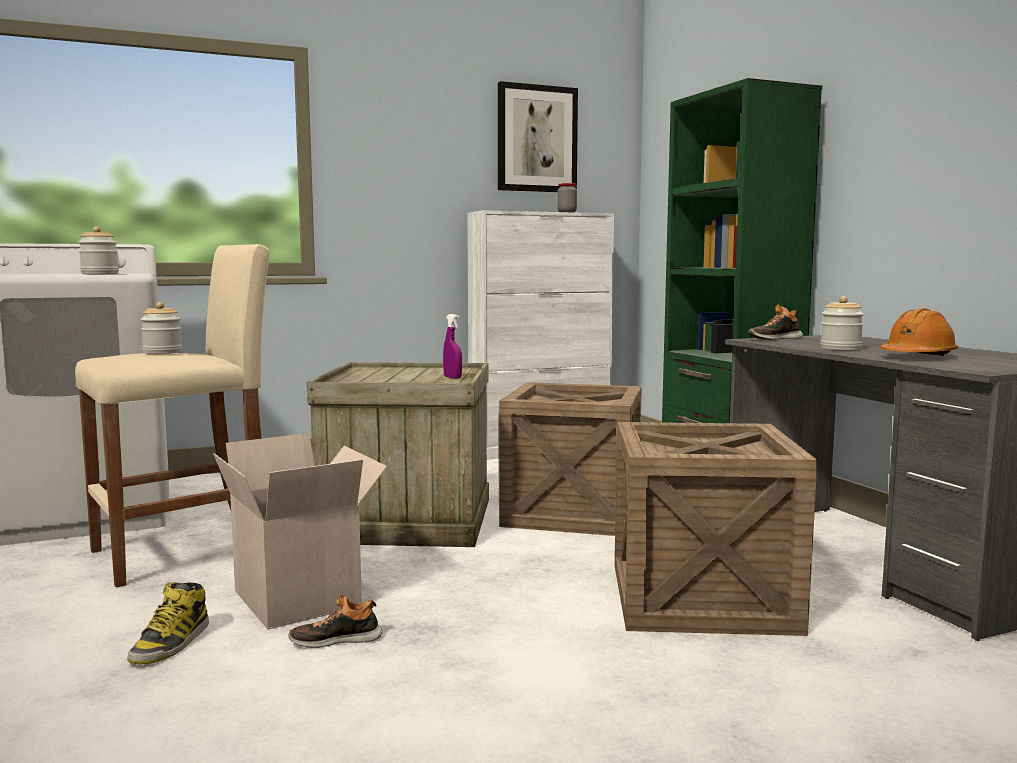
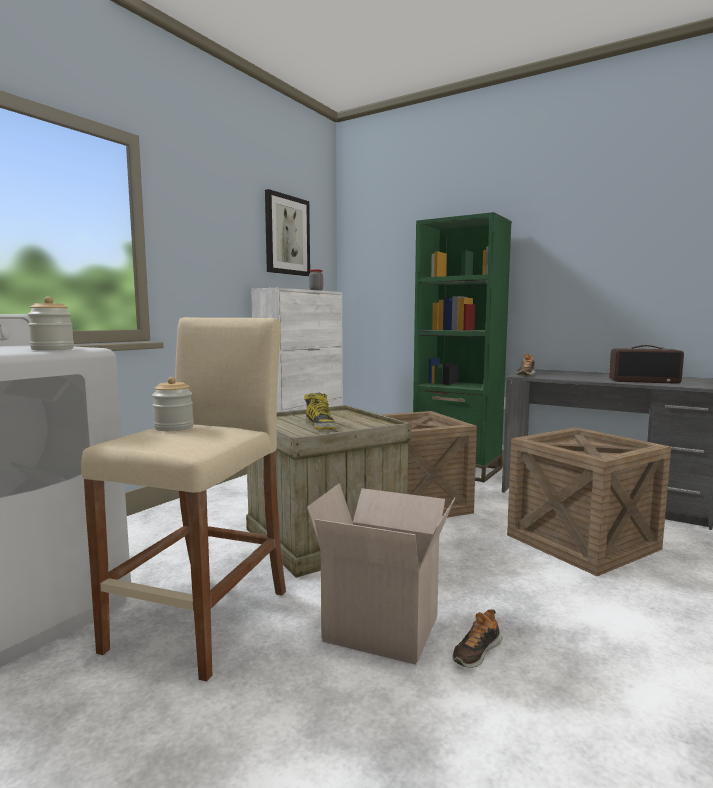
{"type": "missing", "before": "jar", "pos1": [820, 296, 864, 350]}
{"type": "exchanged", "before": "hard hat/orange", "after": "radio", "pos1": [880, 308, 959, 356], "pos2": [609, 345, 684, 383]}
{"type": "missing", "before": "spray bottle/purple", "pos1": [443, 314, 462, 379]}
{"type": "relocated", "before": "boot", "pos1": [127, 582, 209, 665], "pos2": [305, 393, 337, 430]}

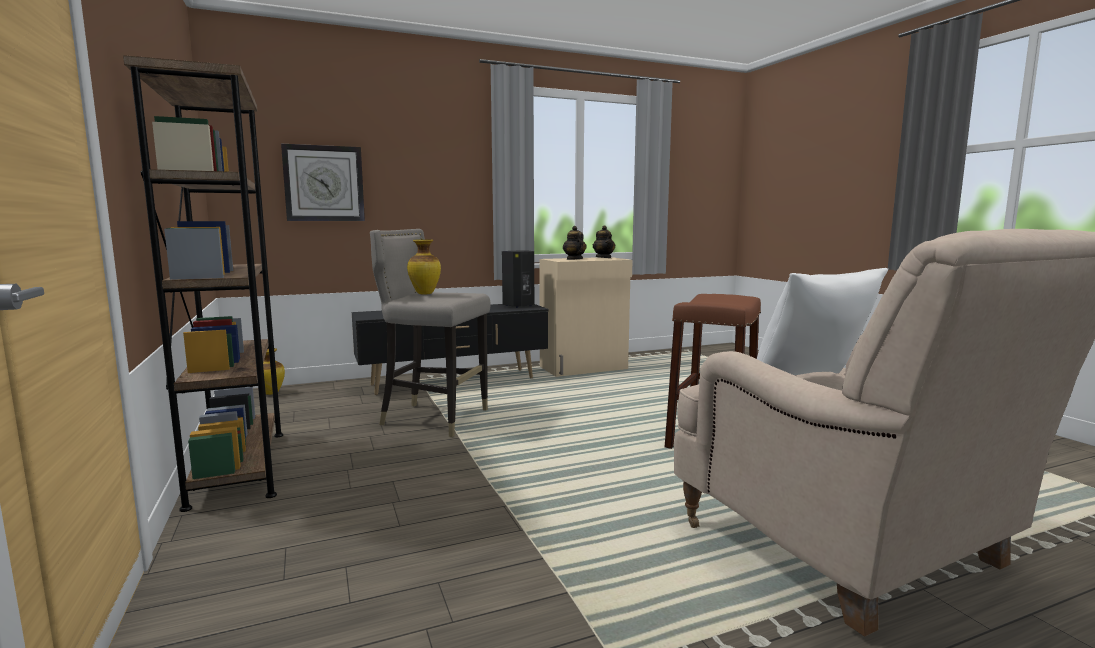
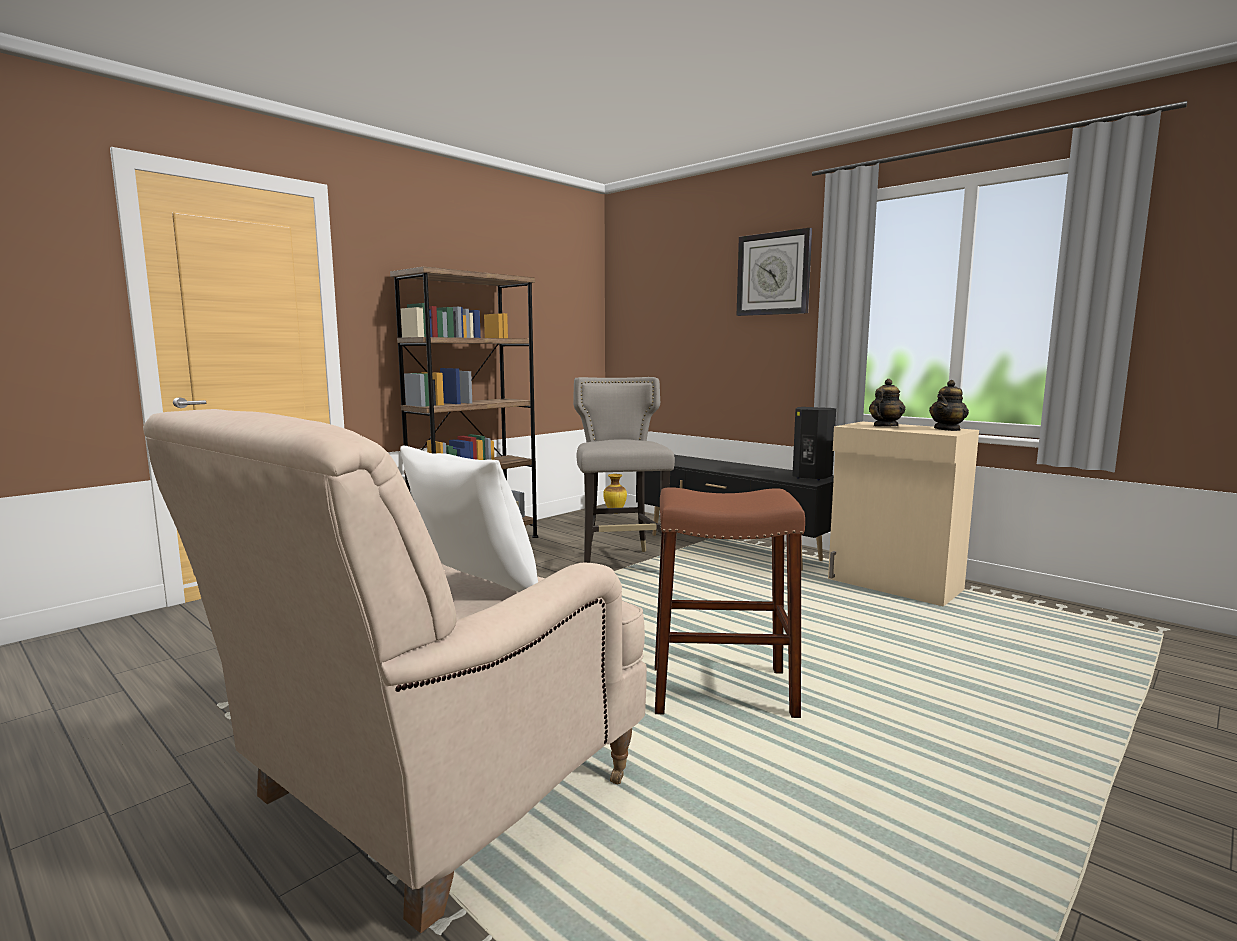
{"type": "relocated", "before": "wall clock", "pos1": [281, 144, 365, 221], "pos2": [736, 228, 812, 316]}
{"type": "missing", "before": "vase", "pos1": [407, 239, 441, 294]}

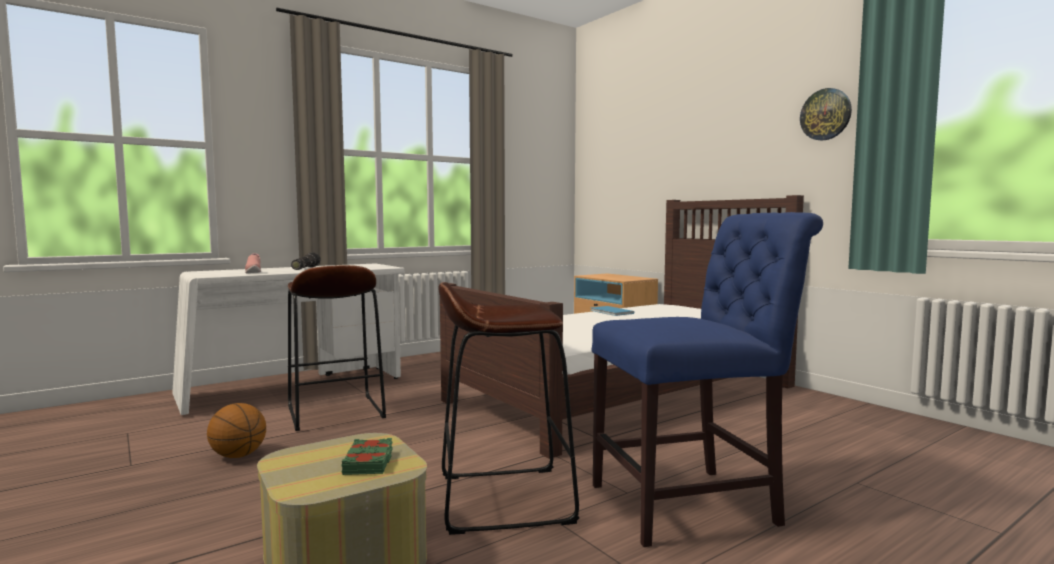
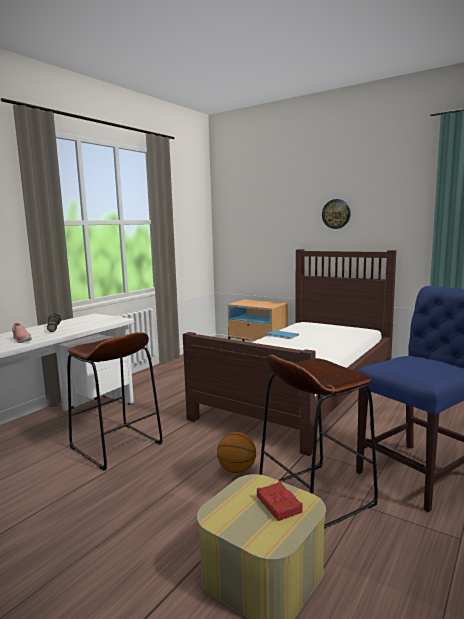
{"type": "relocated", "before": "wall clock", "pos1": [800, 88, 852, 141], "pos2": [322, 199, 351, 229]}
{"type": "relocated", "before": "basketball", "pos1": [207, 403, 266, 458], "pos2": [217, 432, 256, 473]}
{"type": "colour", "before": "book/green", "after": "book/red", "pos1": [341, 438, 393, 475], "pos2": [257, 481, 303, 521]}

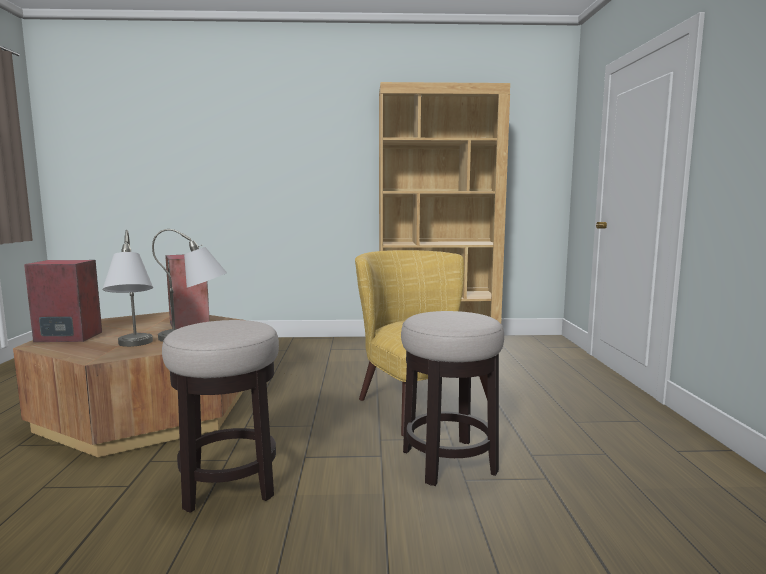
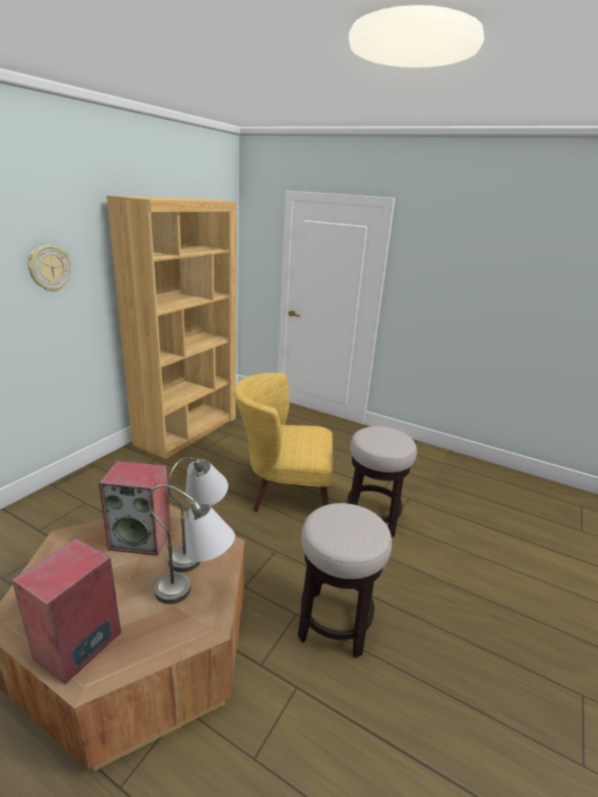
{"type": "appeared", "after": "wall clock", "pos2": [28, 245, 71, 292]}

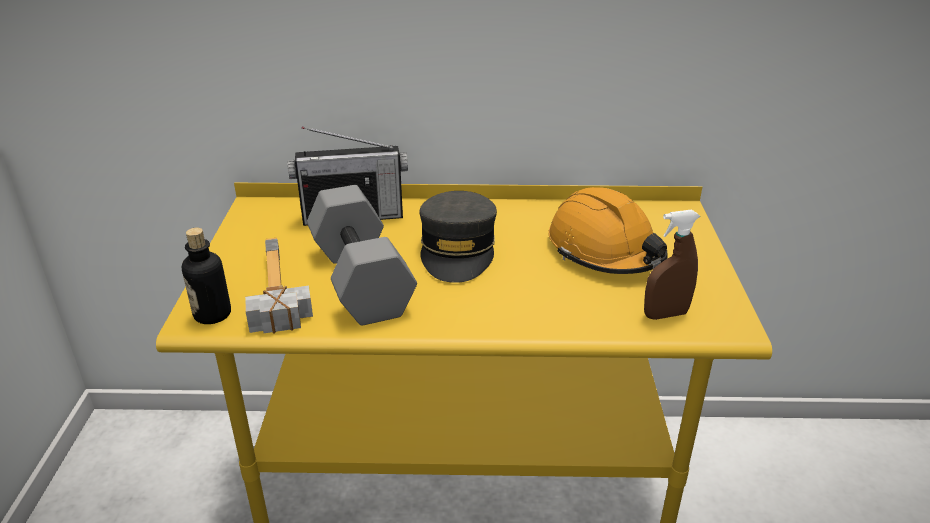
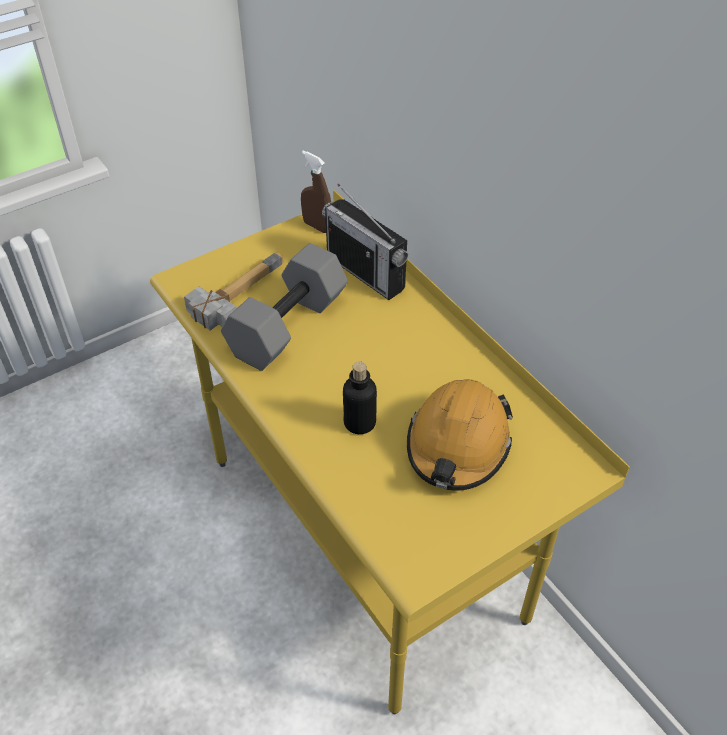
{"type": "missing", "before": "cap/grey", "pos1": [419, 191, 497, 283]}
{"type": "relocated", "before": "spray bottle/brown", "pos1": [644, 210, 700, 320], "pos2": [301, 150, 331, 233]}
{"type": "relocated", "before": "bottle", "pos1": [182, 228, 231, 324], "pos2": [343, 361, 377, 434]}

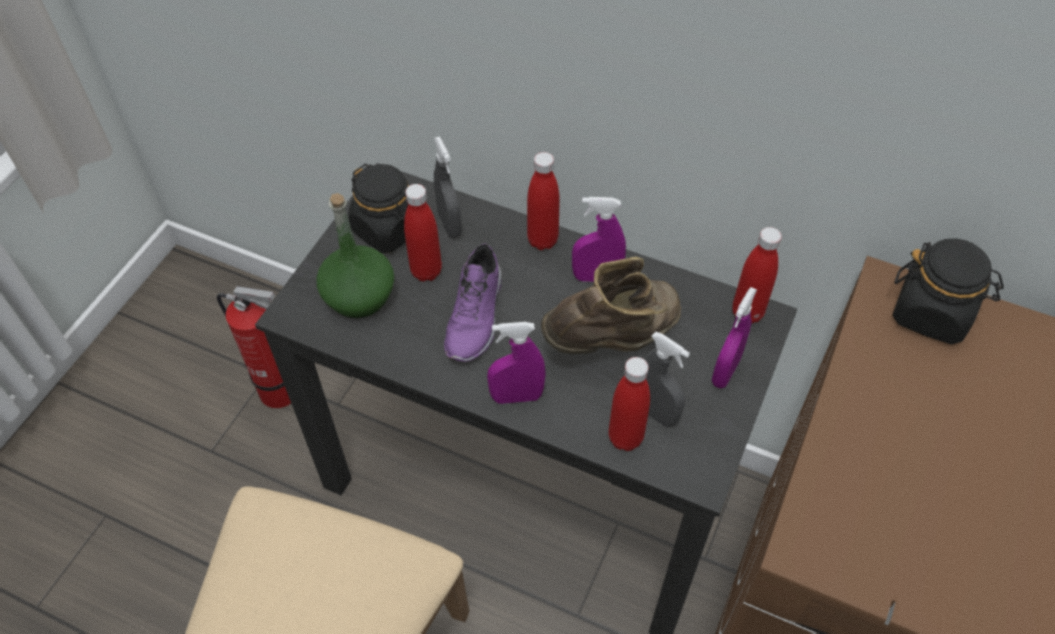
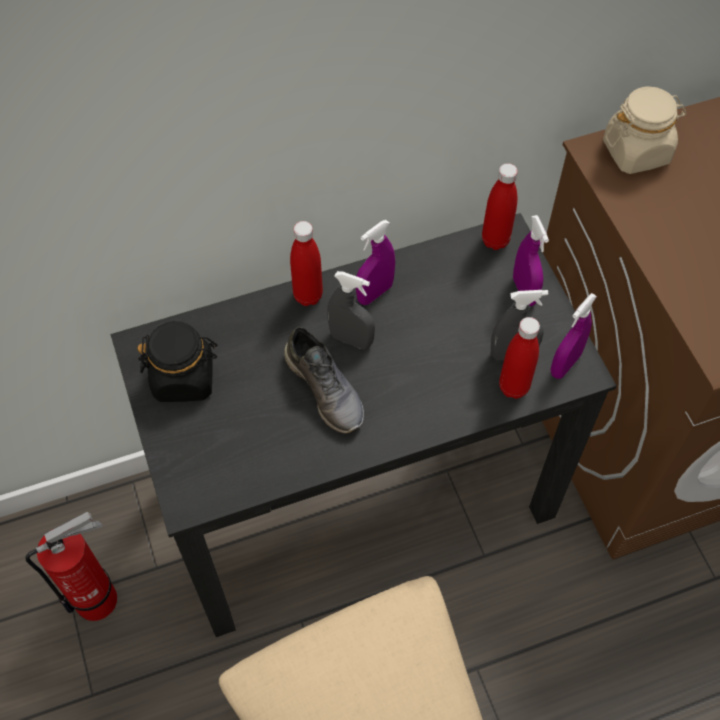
{"type": "relocated", "before": "spray bottle/grey", "pos1": [434, 136, 462, 238], "pos2": [327, 271, 375, 349]}
{"type": "missing", "before": "bottle/red", "pos1": [404, 184, 442, 282]}
{"type": "missing", "before": "bottle/green", "pos1": [316, 193, 394, 318]}
{"type": "colour", "before": "jar/black", "after": "jar/beige", "pos1": [893, 238, 1004, 344], "pos2": [603, 86, 686, 174]}
{"type": "colour", "before": "shoe/purple", "after": "shoe/grey", "pos1": [444, 243, 502, 362], "pos2": [284, 327, 364, 434]}
{"type": "missing", "before": "boot/brown", "pos1": [541, 257, 681, 354]}
{"type": "relocated", "before": "spray bottle/purple", "pos1": [487, 322, 546, 404], "pos2": [550, 293, 597, 379]}

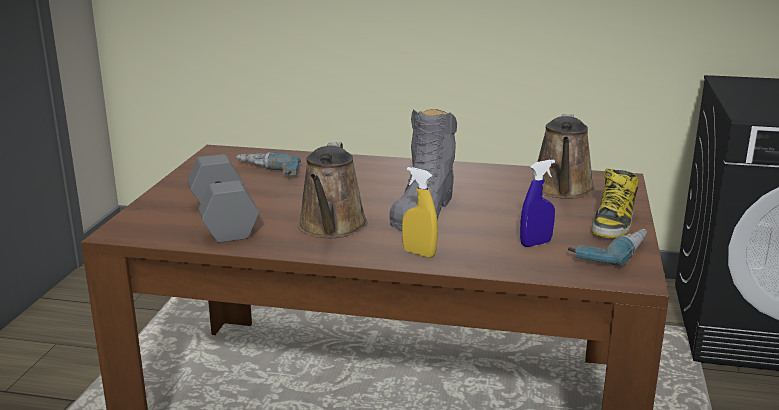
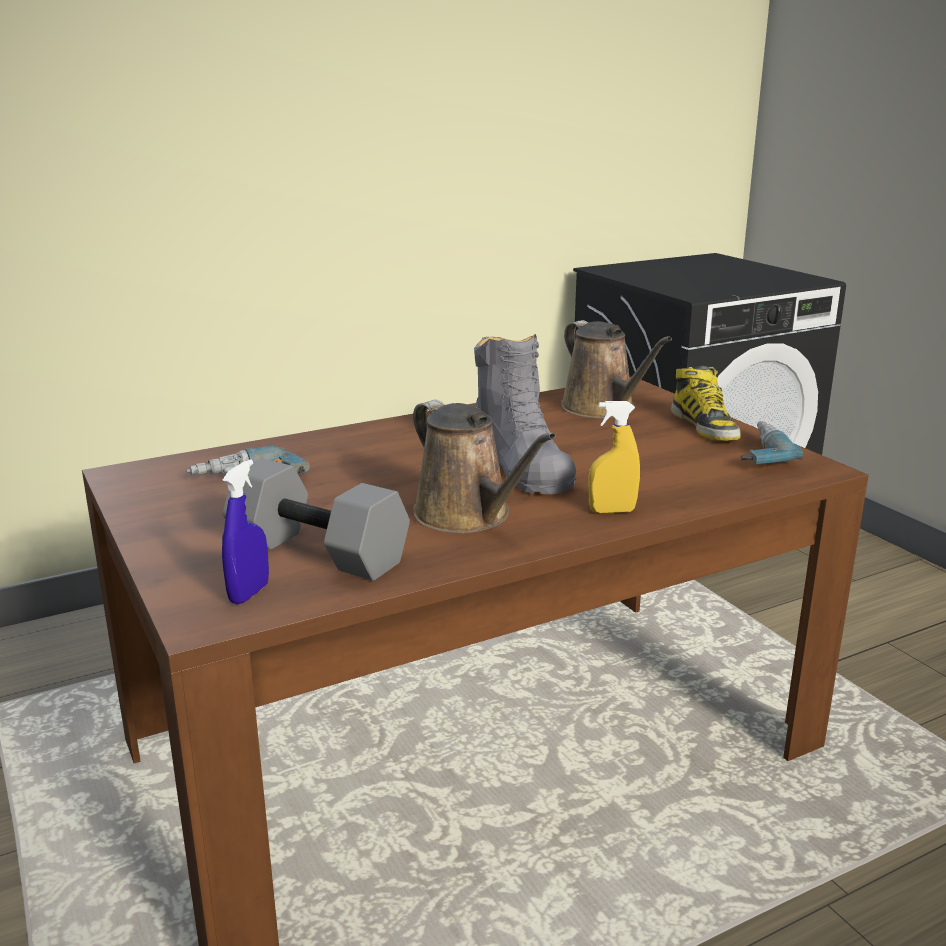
{"type": "relocated", "before": "spray bottle/blue", "pos1": [520, 159, 555, 247], "pos2": [222, 460, 269, 604]}

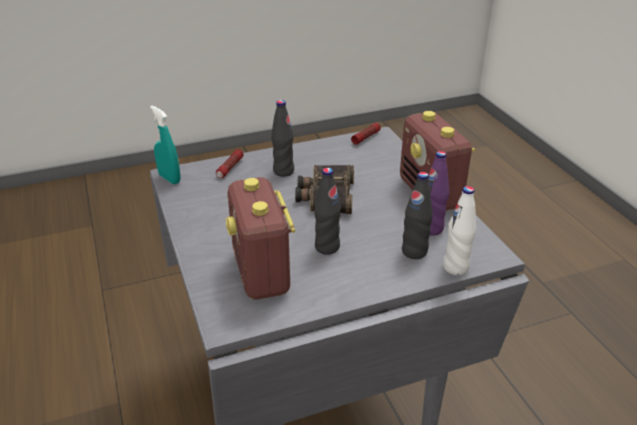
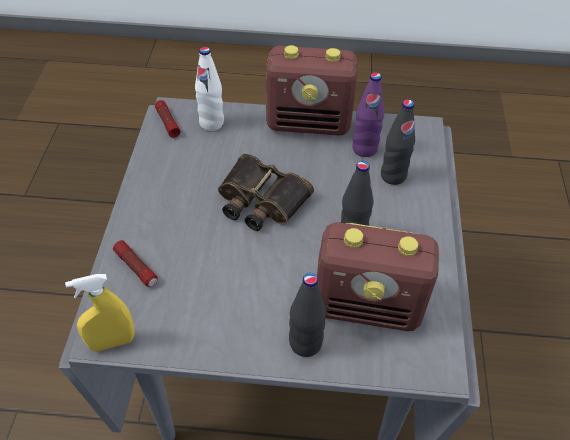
{"type": "relocated", "before": "bottle/black", "pos1": [271, 100, 294, 177], "pos2": [289, 273, 326, 357]}
{"type": "colour", "before": "spray bottle/turquoise", "after": "spray bottle/yellow", "pos1": [150, 106, 181, 184], "pos2": [65, 274, 135, 352]}
{"type": "relocated", "before": "bottle/white", "pos1": [443, 186, 476, 275], "pos2": [195, 47, 224, 131]}

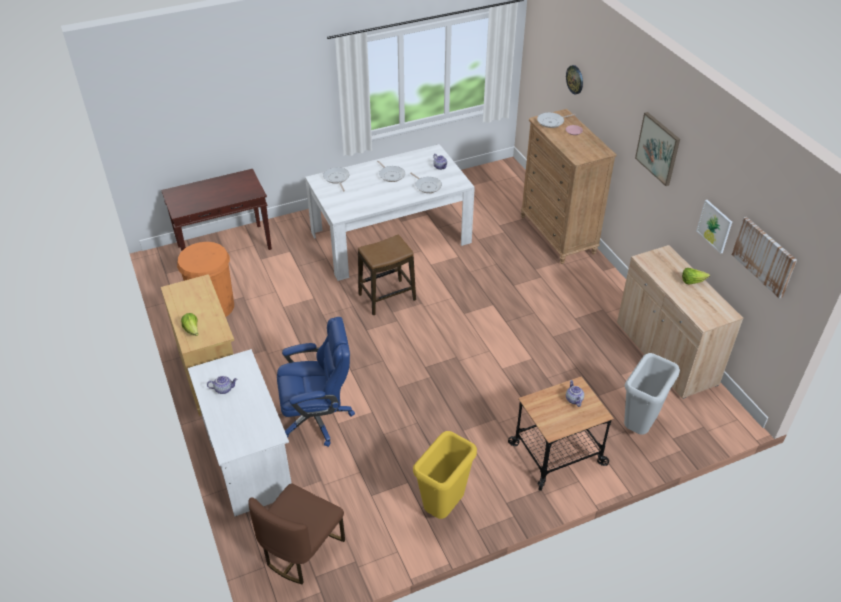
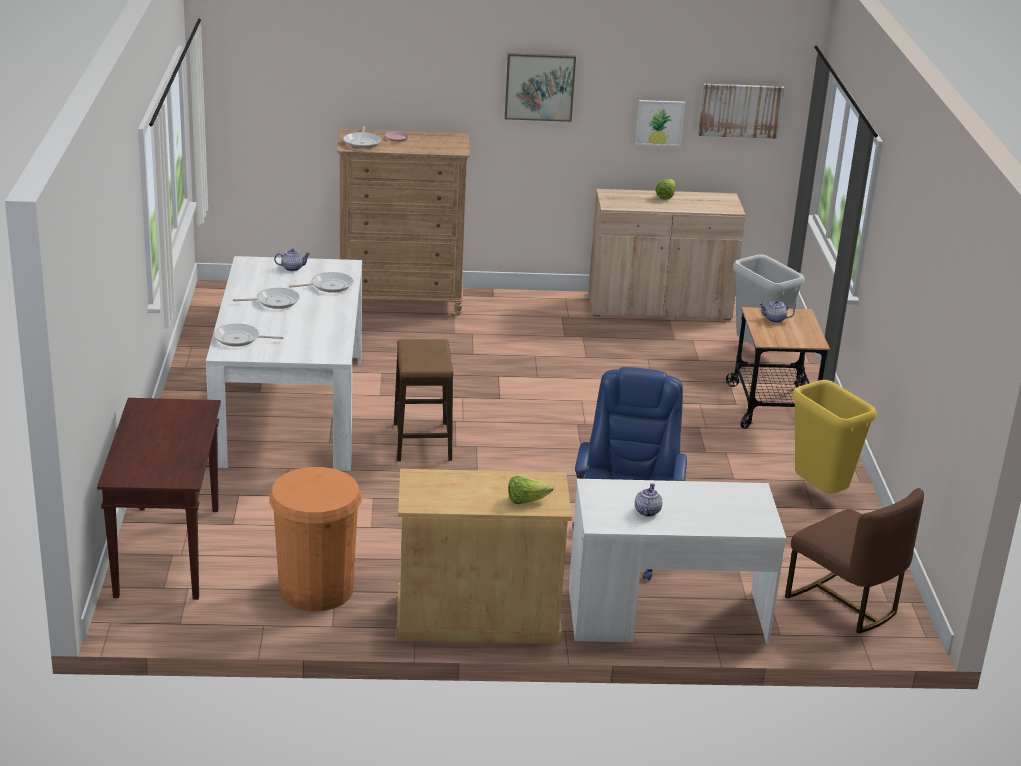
{"type": "missing", "before": "wall clock", "pos1": [566, 65, 583, 95]}

